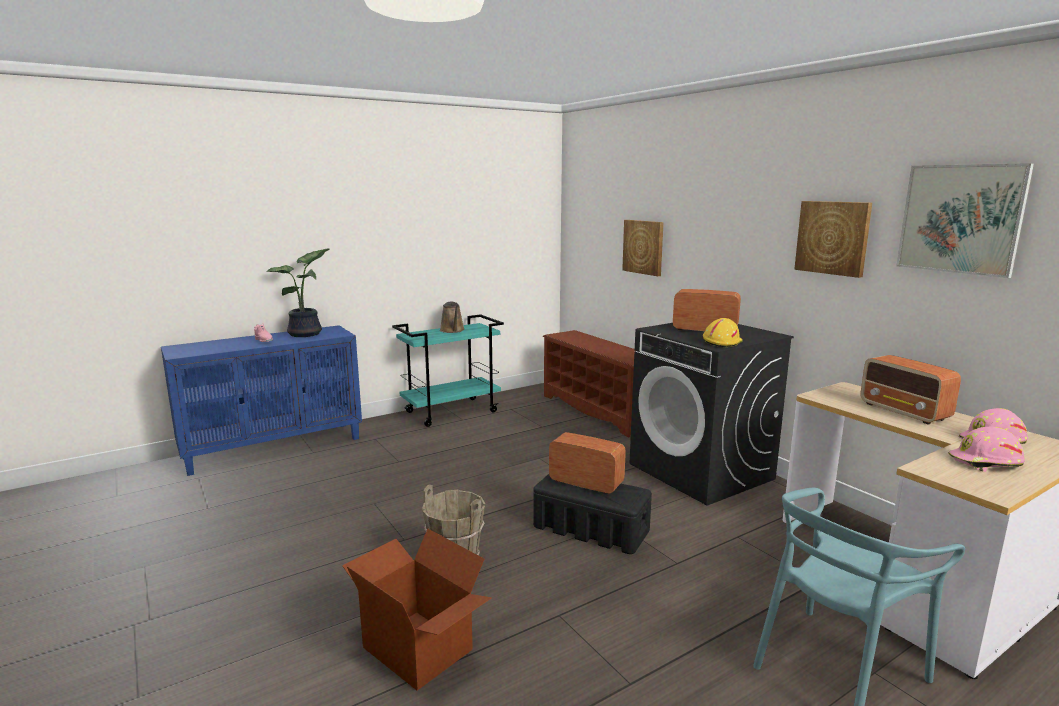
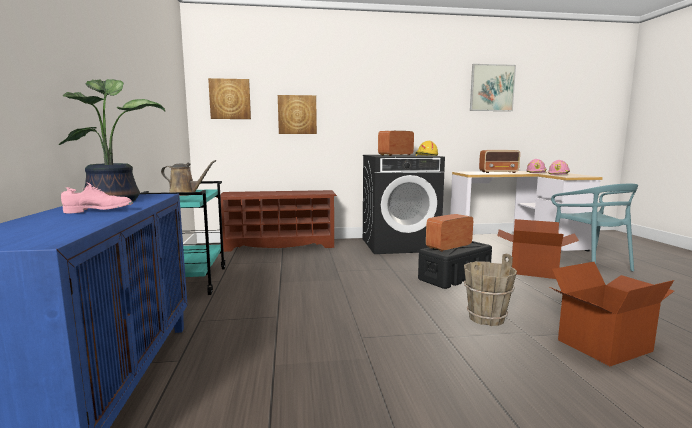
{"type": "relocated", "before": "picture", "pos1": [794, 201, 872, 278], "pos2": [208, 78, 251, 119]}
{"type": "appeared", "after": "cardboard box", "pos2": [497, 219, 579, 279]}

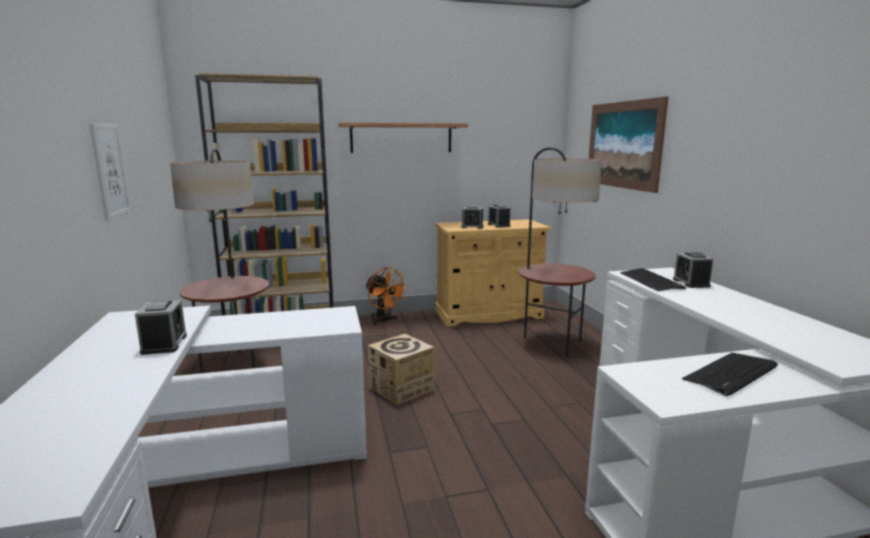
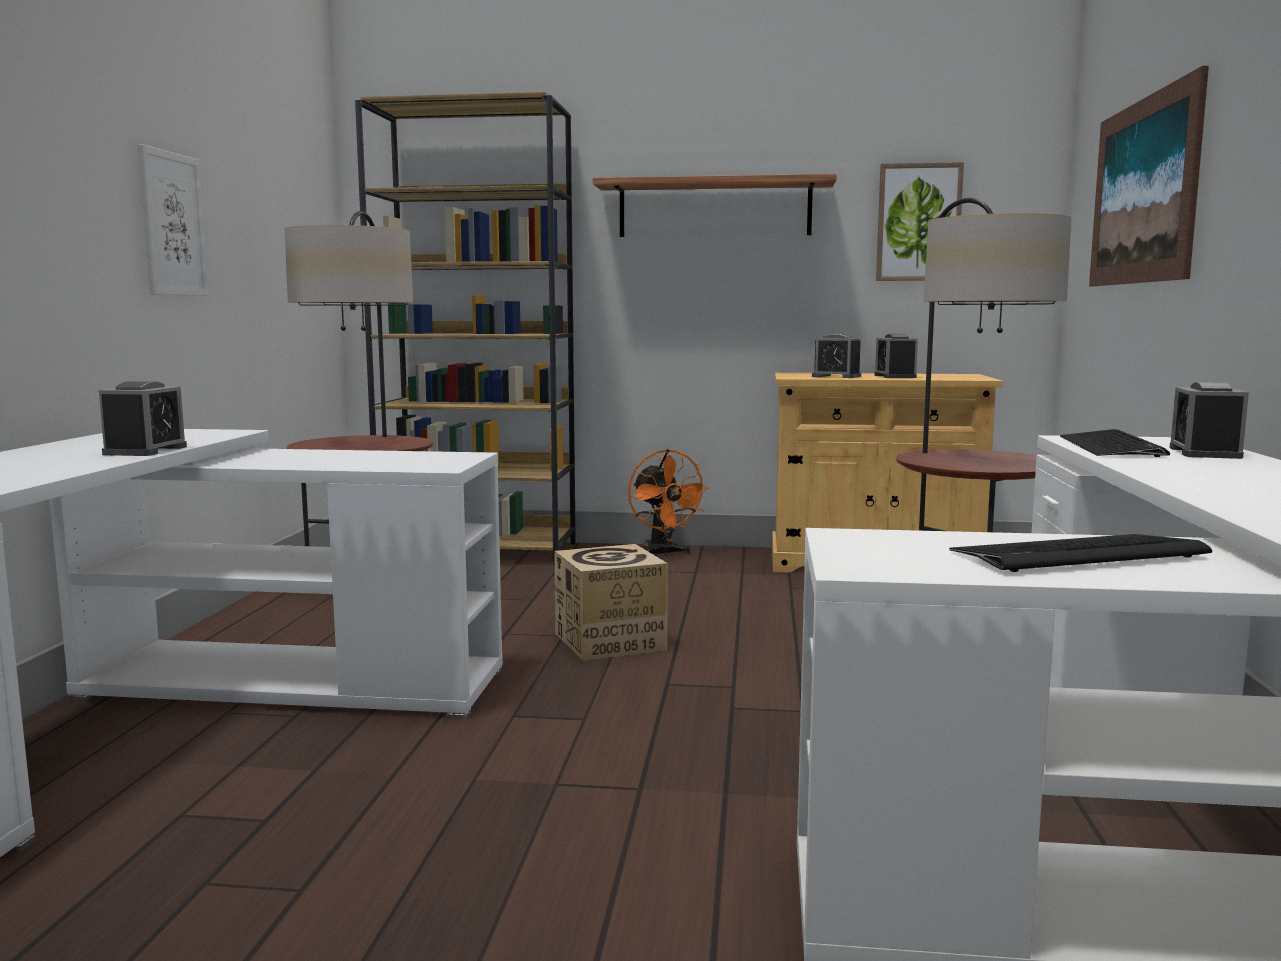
{"type": "appeared", "after": "picture", "pos2": [876, 162, 964, 281]}

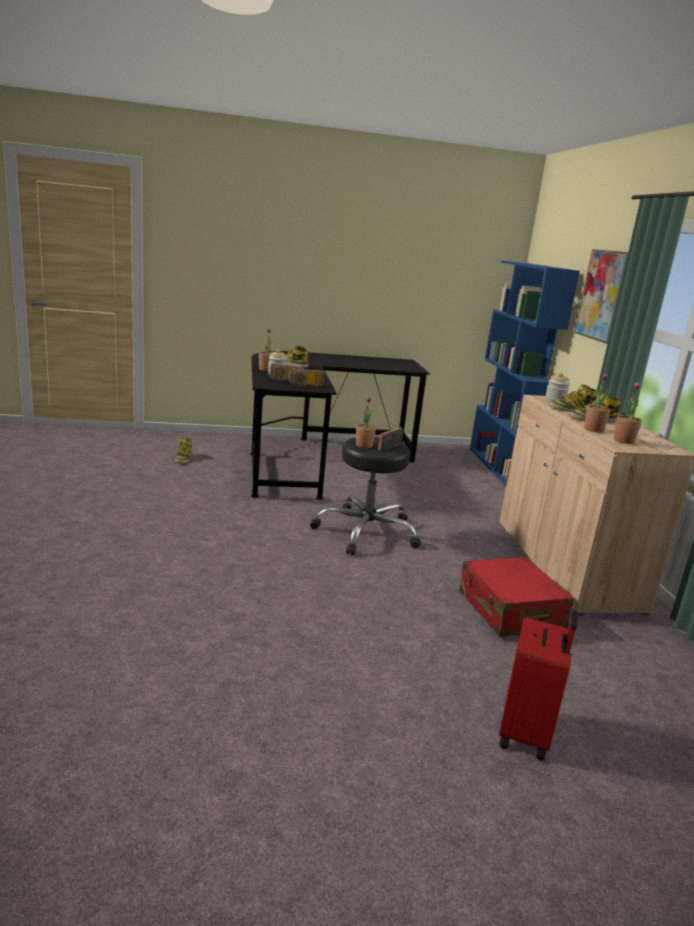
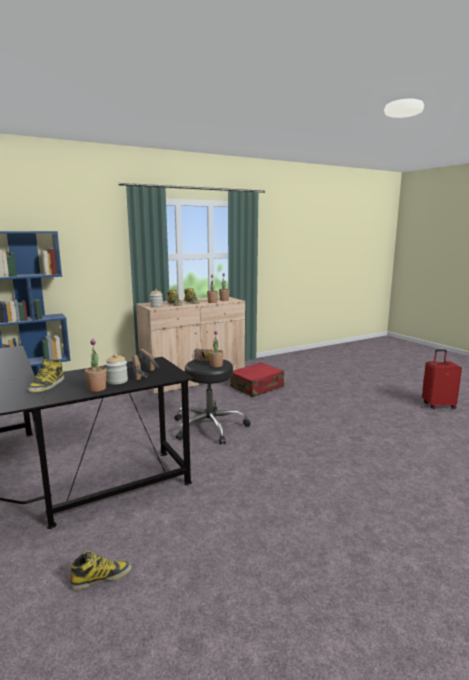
{"type": "missing", "before": "picture", "pos1": [575, 249, 628, 344]}
{"type": "relocated", "before": "suitcase/red", "pos1": [499, 610, 578, 761], "pos2": [422, 349, 462, 409]}

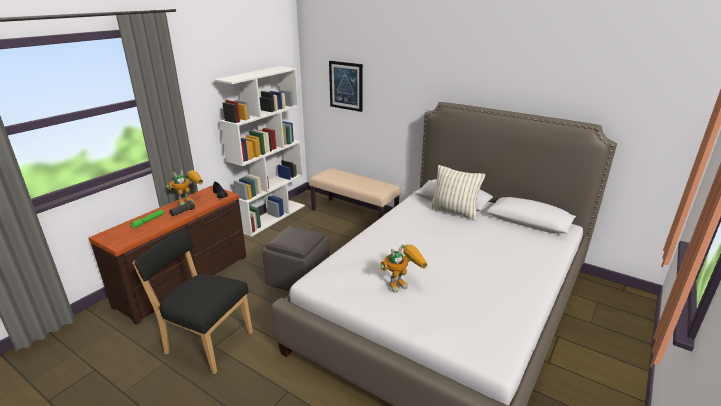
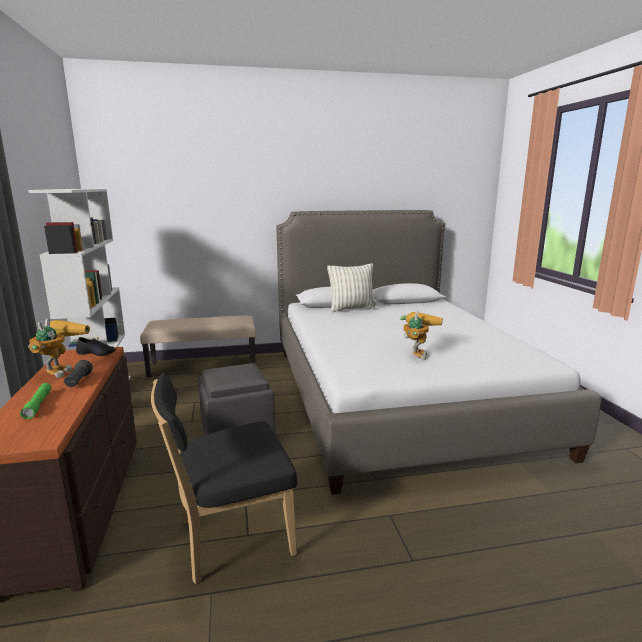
{"type": "missing", "before": "picture", "pos1": [329, 61, 363, 112]}

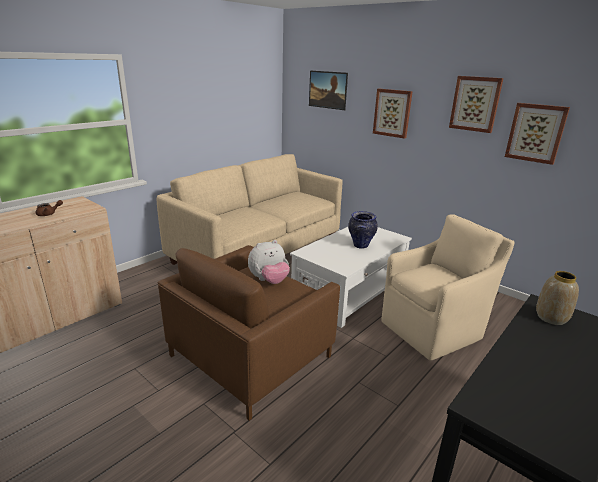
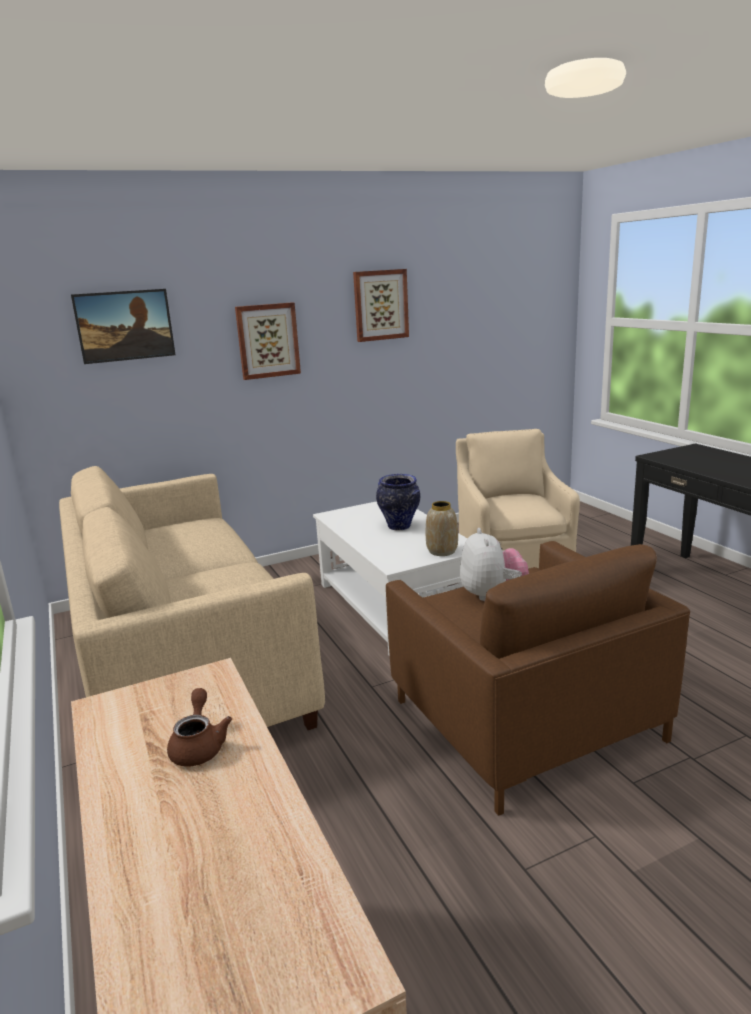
{"type": "missing", "before": "picture", "pos1": [505, 103, 570, 165]}
{"type": "relocated", "before": "vase", "pos1": [536, 271, 579, 325], "pos2": [426, 501, 458, 556]}

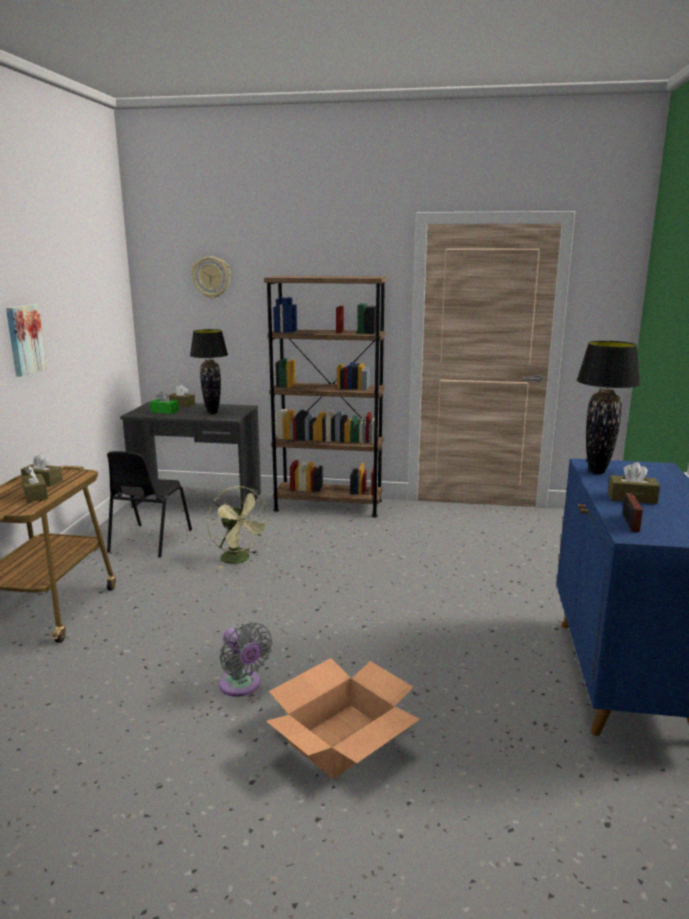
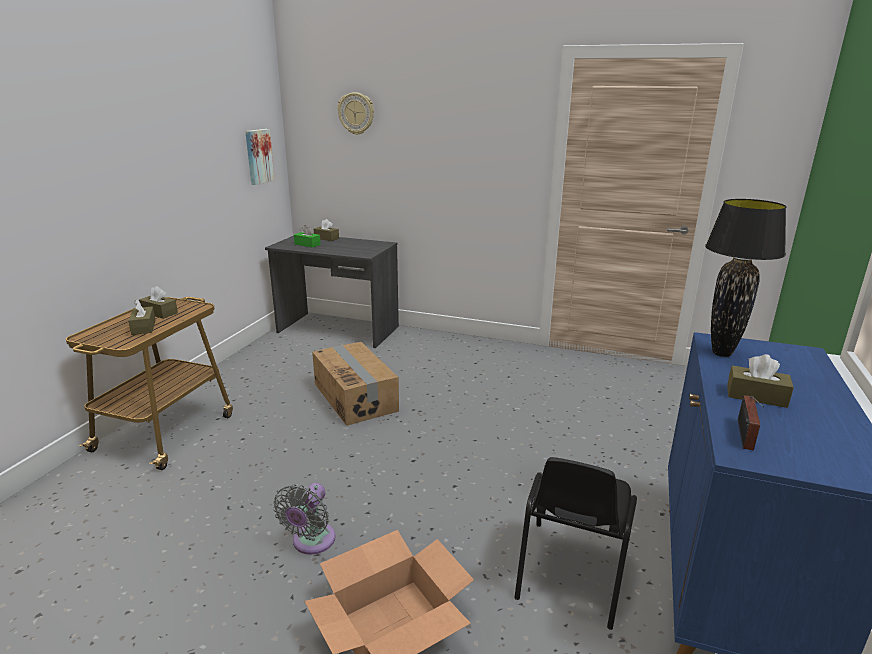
{"type": "missing", "before": "bookcase/brown", "pos1": [264, 275, 387, 518]}
{"type": "relocated", "before": "picture", "pos1": [6, 304, 47, 377], "pos2": [245, 129, 275, 185]}
{"type": "missing", "before": "table lamp/black", "pos1": [190, 329, 228, 414]}
{"type": "relocated", "before": "chair/black", "pos1": [107, 451, 192, 558], "pos2": [514, 457, 637, 630]}
{"type": "exchanged", "before": "fan/green", "after": "cardboard box", "pos1": [207, 486, 270, 569], "pos2": [312, 342, 399, 426]}
{"type": "spun", "before": "fan/grey", "pos1": [219, 622, 273, 697], "pos2": [273, 483, 336, 555], "turn": 45}

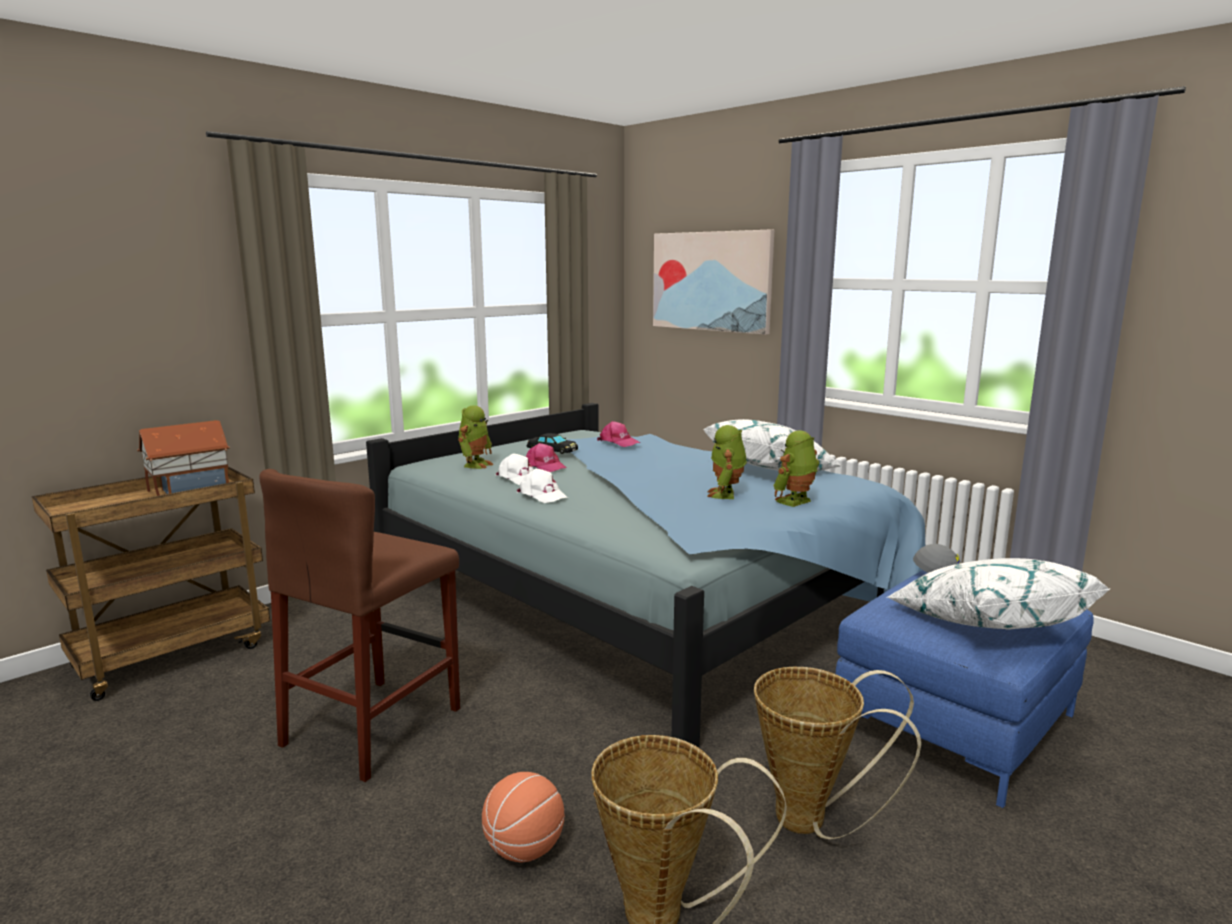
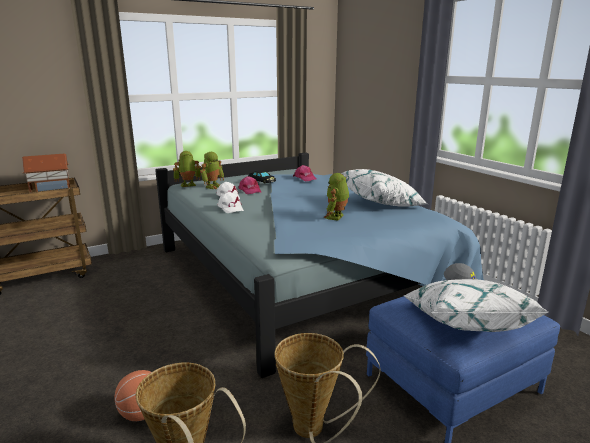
{"type": "missing", "before": "picture", "pos1": [653, 229, 774, 335]}
{"type": "relocated", "before": "toy robot", "pos1": [773, 430, 819, 507], "pos2": [173, 151, 201, 187]}
{"type": "missing", "before": "stool/brown", "pos1": [259, 469, 460, 782]}

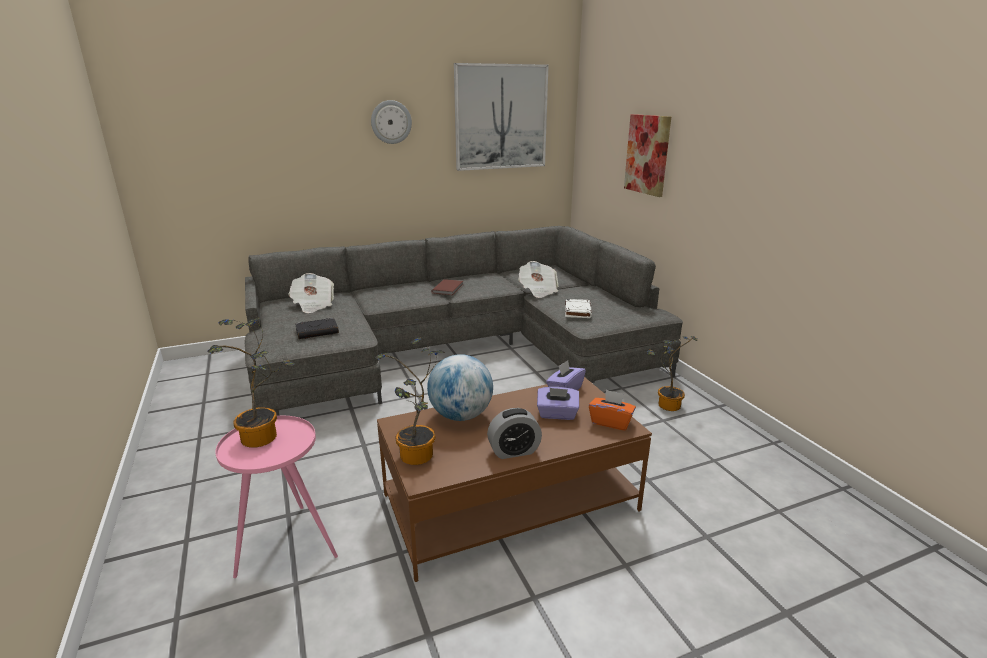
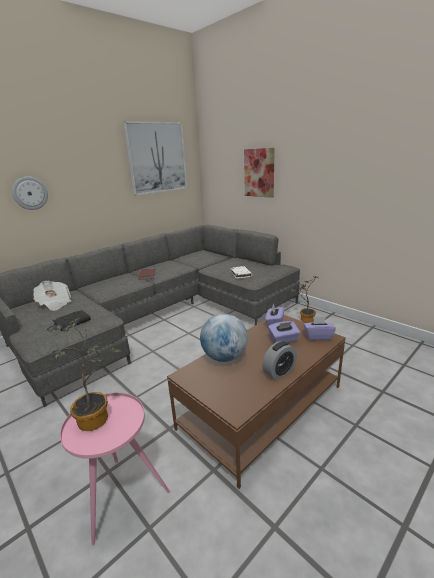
{"type": "relocated", "before": "wall clock", "pos1": [371, 100, 412, 144], "pos2": [12, 176, 48, 210]}
{"type": "missing", "before": "newspaper", "pos1": [518, 261, 558, 298]}
{"type": "missing", "before": "potted plant", "pos1": [375, 337, 444, 465]}
{"type": "colour", "before": "tissue box/orange", "after": "tissue box/purple", "pos1": [589, 390, 636, 430], "pos2": [304, 316, 336, 340]}

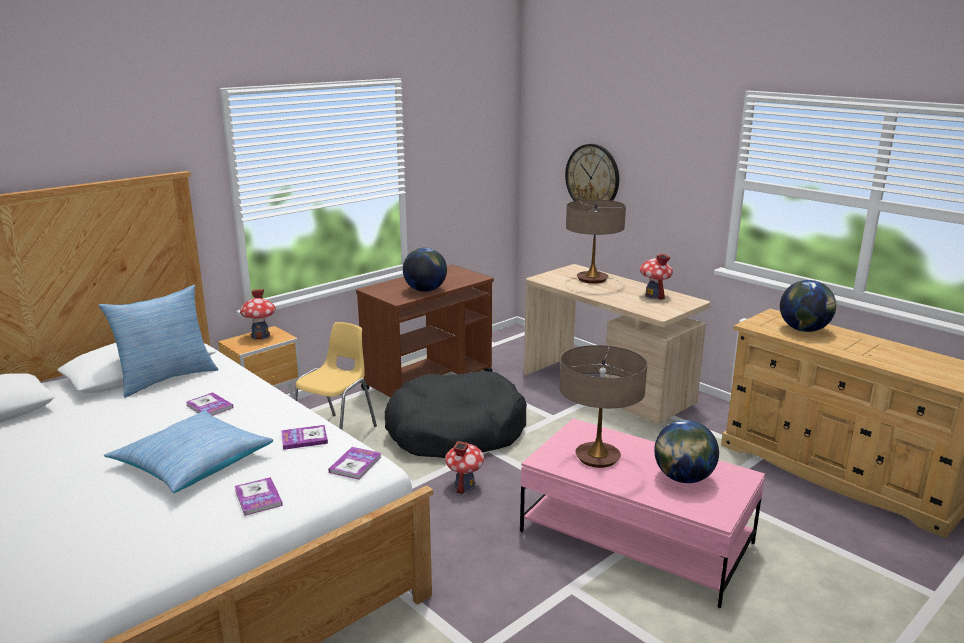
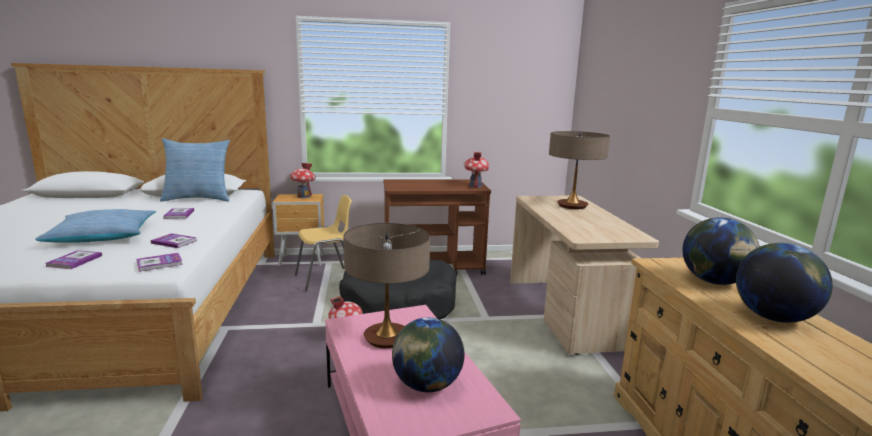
{"type": "missing", "before": "wall clock", "pos1": [565, 144, 619, 201]}
{"type": "relocated", "before": "globe", "pos1": [403, 248, 447, 292], "pos2": [736, 243, 833, 323]}
{"type": "relocated", "before": "toy house", "pos1": [640, 253, 673, 300], "pos2": [464, 152, 489, 188]}

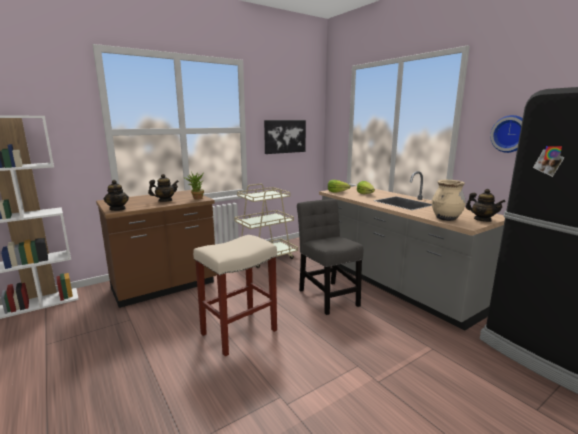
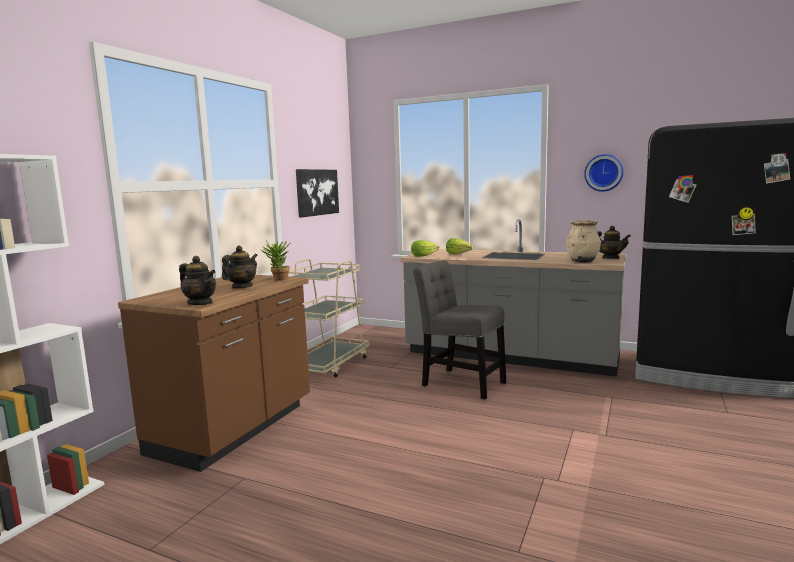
{"type": "missing", "before": "stool/beige", "pos1": [193, 235, 277, 357]}

